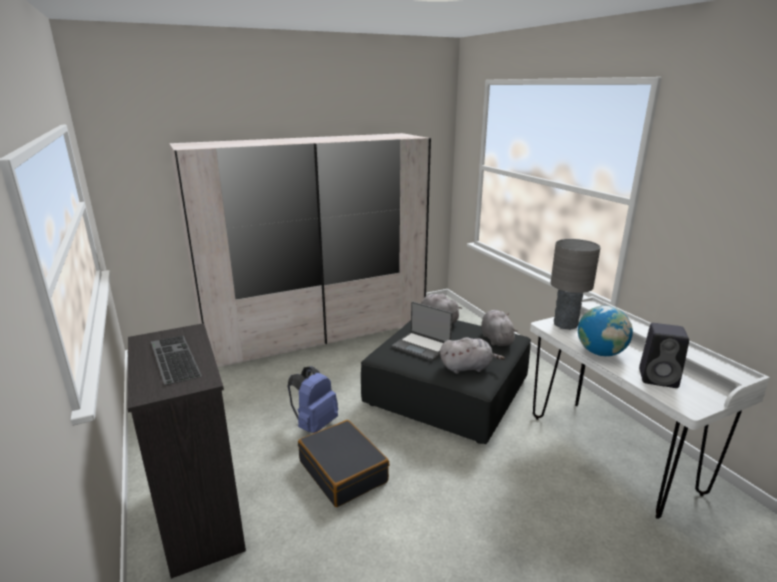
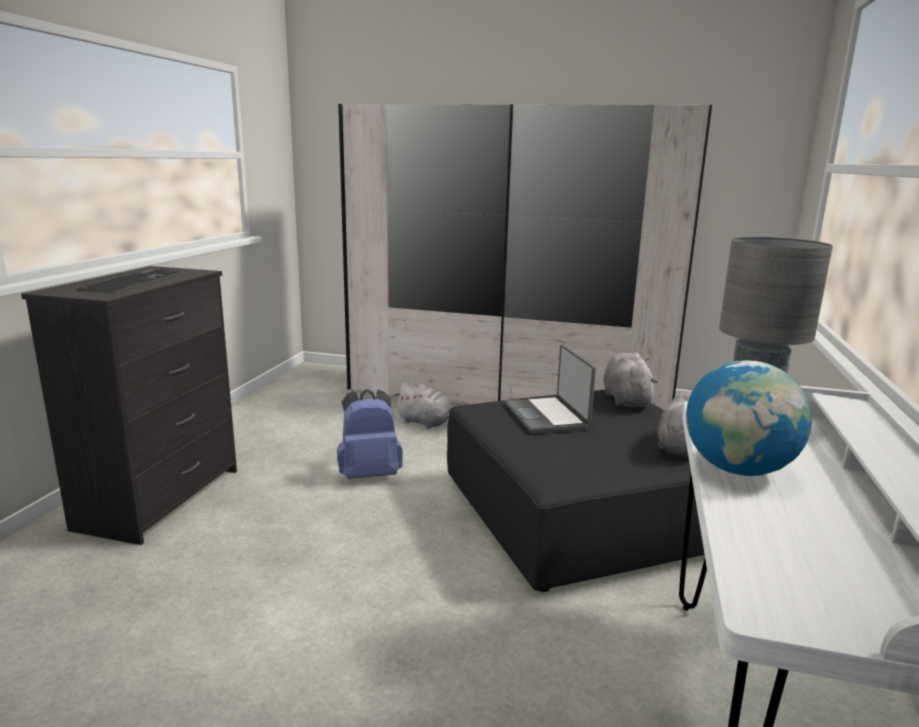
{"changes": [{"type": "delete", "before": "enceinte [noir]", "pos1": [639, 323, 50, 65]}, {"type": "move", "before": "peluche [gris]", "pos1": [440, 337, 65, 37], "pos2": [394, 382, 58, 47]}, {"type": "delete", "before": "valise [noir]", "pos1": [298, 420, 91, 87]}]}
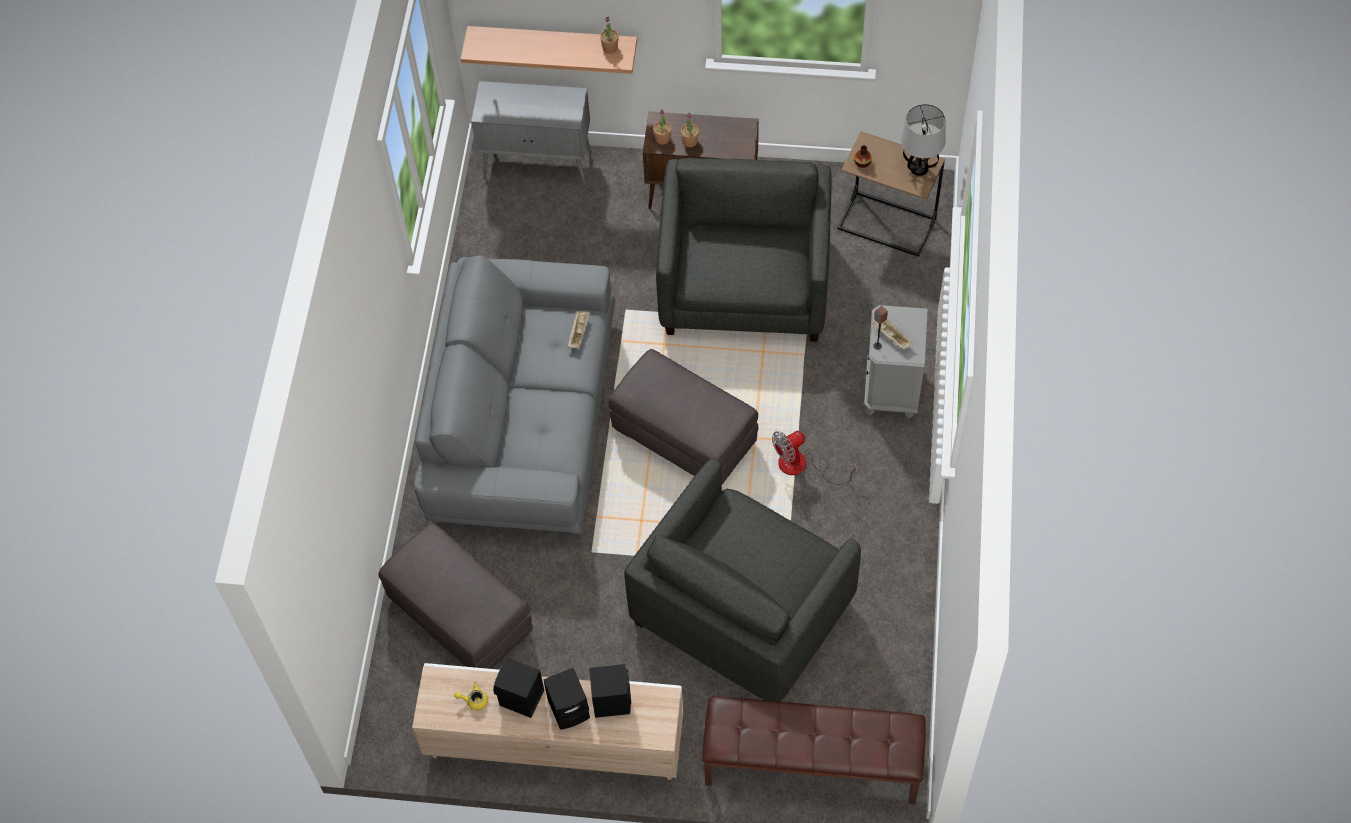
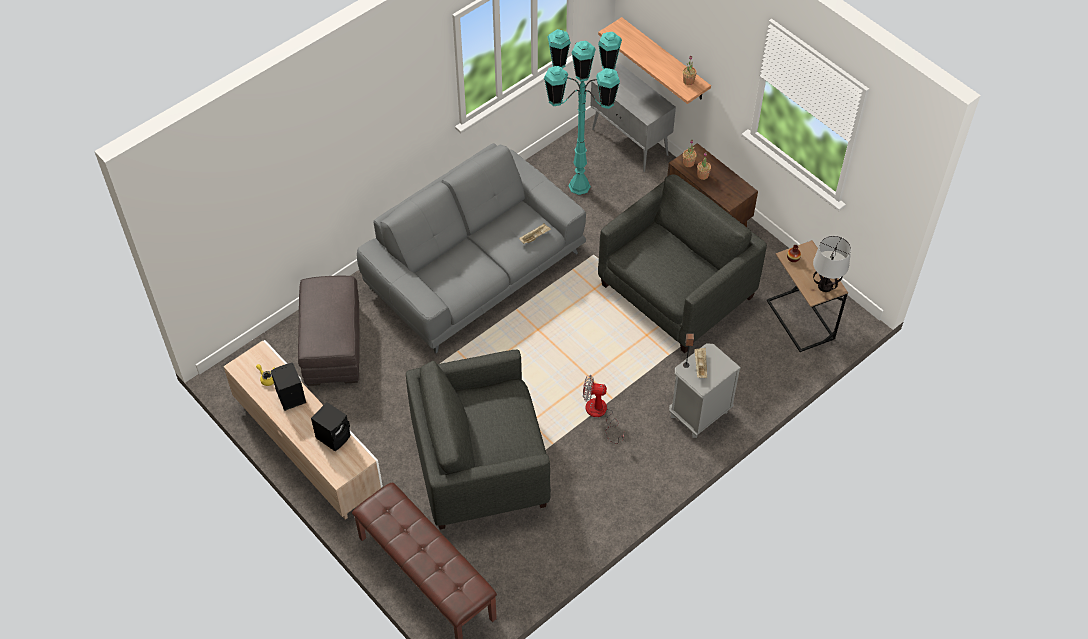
{"changes": [{"type": "delete", "before": "pouf [gris]", "pos1": [608, 349, 150, 136]}, {"type": "delete", "before": "enceinte [noir]", "pos1": [543, 668, 47, 62]}, {"type": "insert", "after": "lampadaire [turquoise]", "pos2": [544, 29, 78, 166]}]}
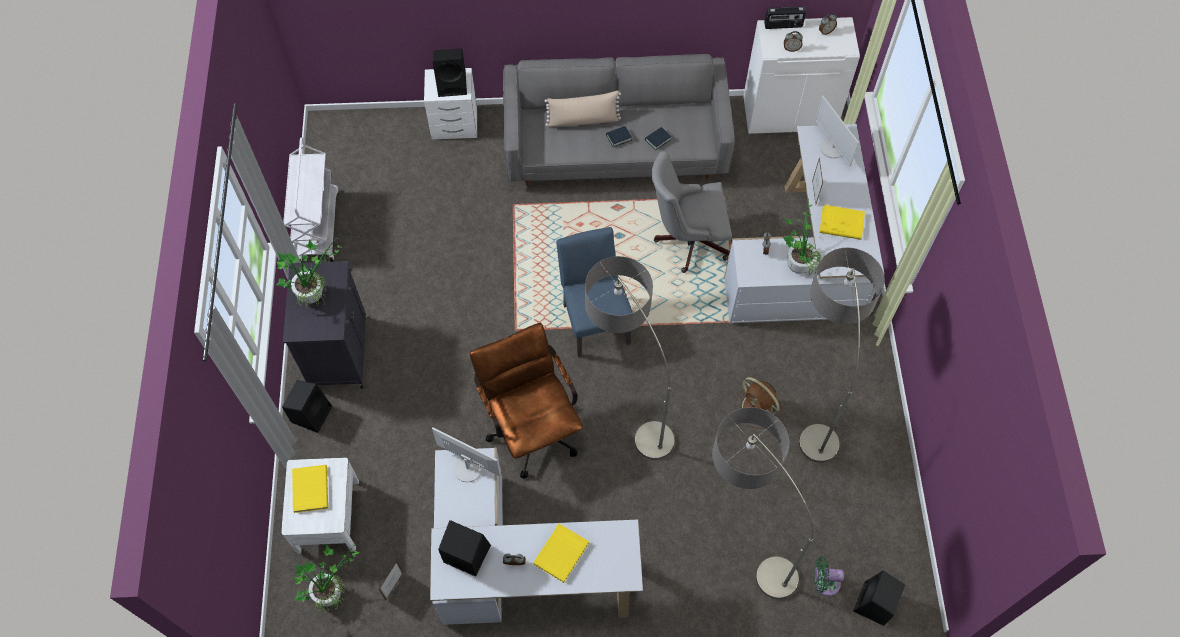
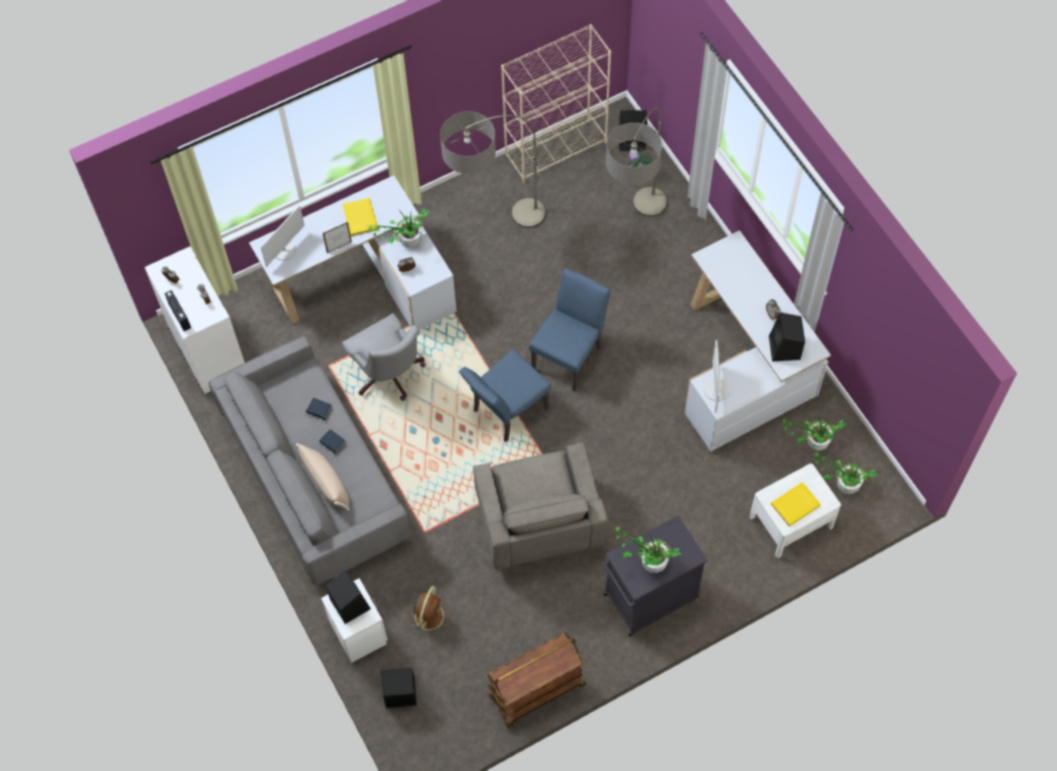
{"changes": [{"type": "recolor", "before": "chariot [blanc]", "after": "chariot [marron]", "pos1": [283, 138, 56, 125], "pos2": [488, 633, 98, 95]}, {"type": "replace", "before": "lampadaire", "after": "chaise [bleu]", "pos1": [585, 256, 89, 204], "pos2": [529, 268, 82, 123]}, {"type": "delete", "before": "chaise de bureau [marron]", "pos1": [470, 323, 113, 156]}, {"type": "move", "before": "ventilateur [marron]", "pos1": [735, 377, 46, 52], "pos2": [409, 586, 42, 51]}, {"type": "move", "before": "enceinte [noir]", "pos1": [282, 380, 50, 53], "pos2": [381, 668, 36, 40]}, {"type": "delete", "before": "livre [jaune]", "pos1": [533, 524, 56, 59]}, {"type": "replace", "before": "cadre photo", "after": "plante en pot", "pos1": [379, 561, 24, 40], "pos2": [782, 414, 65, 37]}, {"type": "insert", "after": "bibliothèque [beige]", "pos2": [501, 24, 110, 158]}, {"type": "insert", "after": "fauteuil [gris]", "pos2": [473, 442, 135, 128]}]}
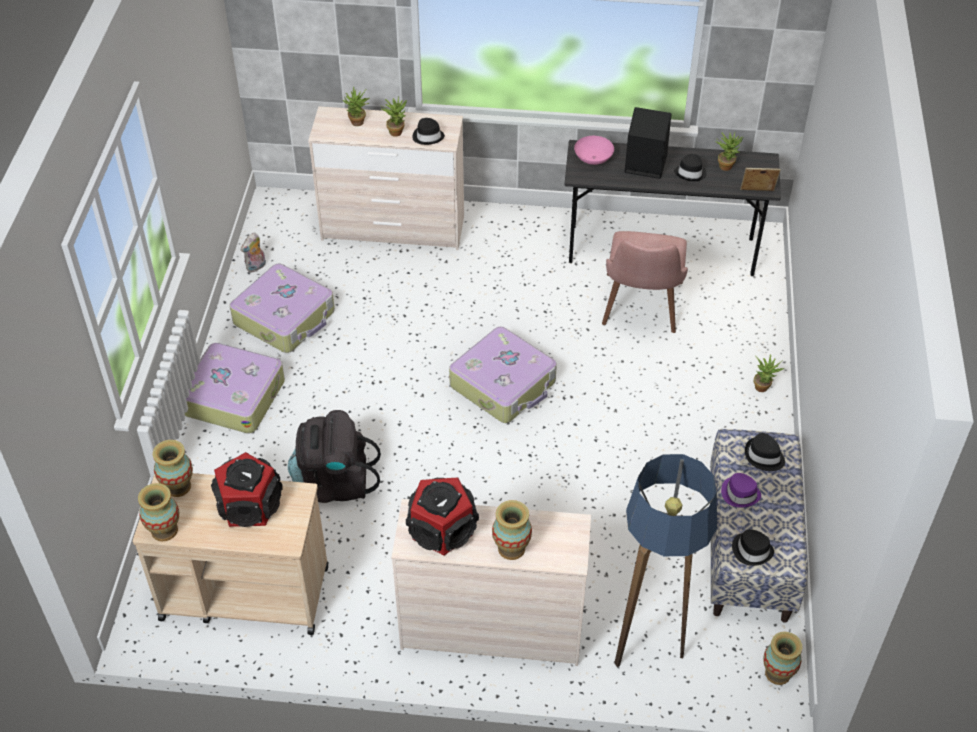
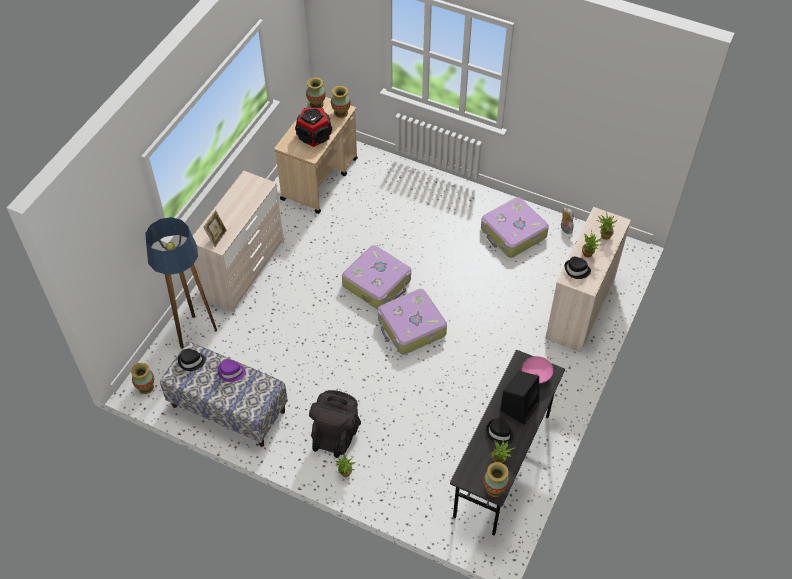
{"changes": [{"type": "move", "before": "cadre photo", "pos1": [740, 168, 41, 23], "pos2": [203, 210, 24, 37]}, {"type": "delete", "before": "chaise [rose]", "pos1": [602, 231, 86, 102]}, {"type": "move", "before": "valise", "pos1": [185, 342, 100, 92], "pos2": [342, 245, 69, 64]}, {"type": "move", "before": "sac à dos [noir]", "pos1": [288, 410, 93, 93], "pos2": [309, 390, 52, 68]}, {"type": "delete", "before": "chapeau [noir]", "pos1": [745, 433, 40, 38]}, {"type": "delete", "before": "enceinte", "pos1": [406, 478, 73, 77]}, {"type": "move", "before": "vase", "pos1": [492, 500, 40, 60], "pos2": [484, 462, 25, 35]}]}
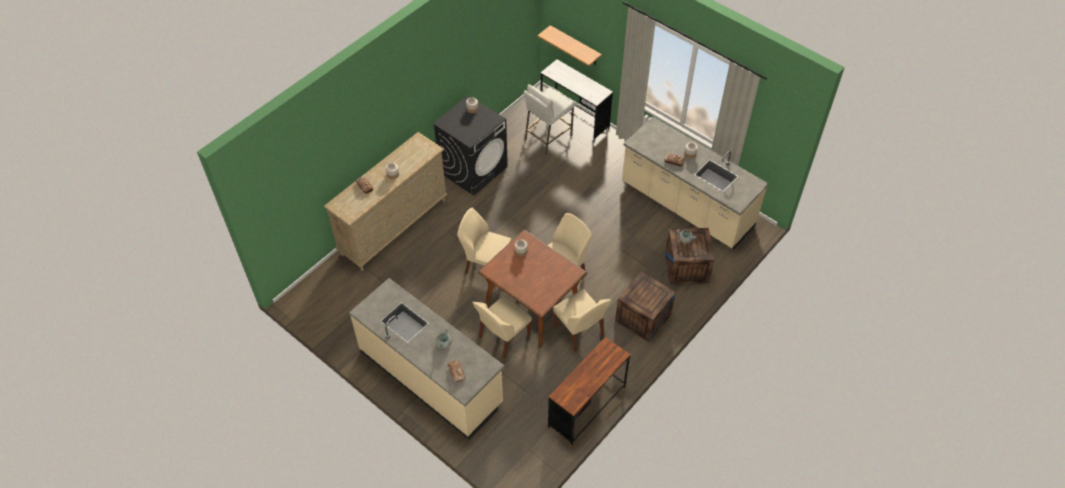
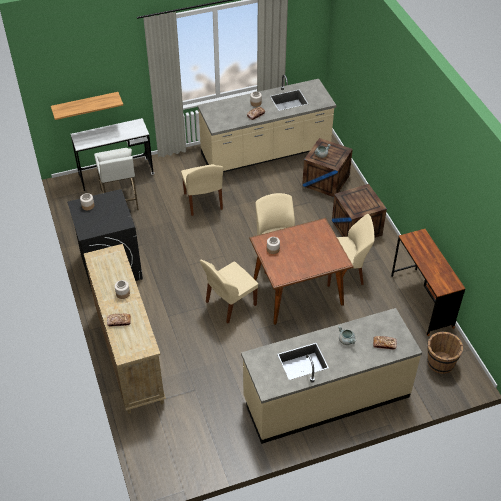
{"changes": [{"type": "move", "before": "chaise [beige]", "pos1": [473, 295, 59, 64], "pos2": [181, 164, 43, 52]}, {"type": "insert", "after": "seau [marron]", "pos2": [427, 332, 36, 42]}]}
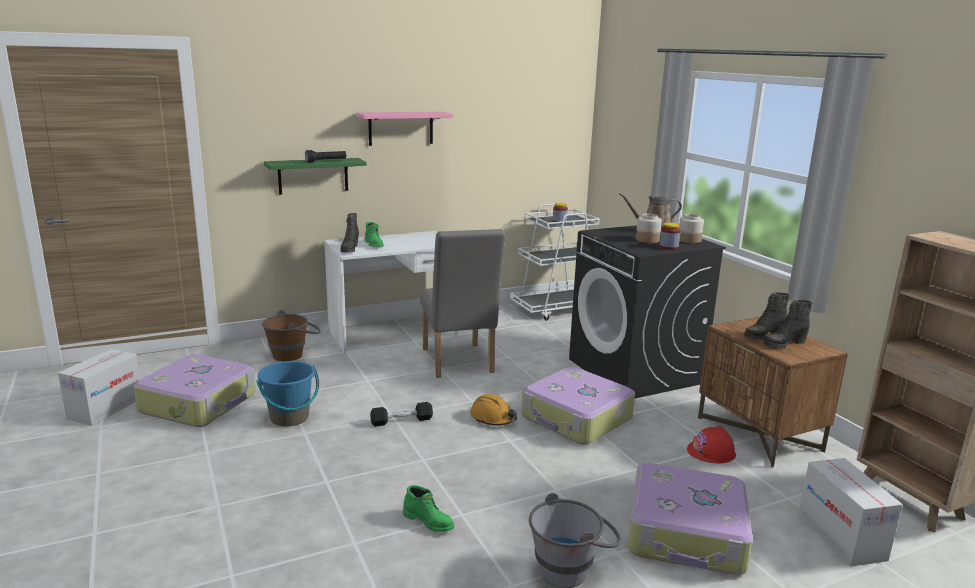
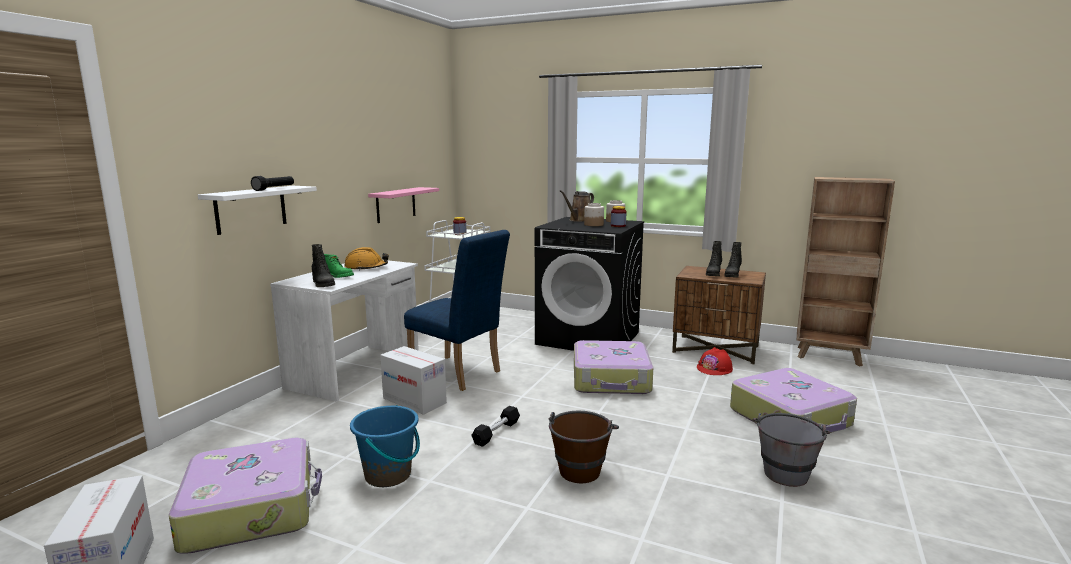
{"changes": [{"type": "move", "before": "étagère [rose]", "pos1": [356, 112, 98, 34], "pos2": [368, 187, 71, 36]}, {"type": "recolor", "before": "étagère [vert]", "after": "étagère [blanc]", "pos1": [264, 158, 103, 37], "pos2": [198, 186, 119, 49]}, {"type": "recolor", "before": "chaise [gris]", "after": "chaise [bleu]", "pos1": [420, 229, 86, 149], "pos2": [404, 230, 106, 161]}, {"type": "move", "before": "seau [marron]", "pos1": [262, 310, 59, 51], "pos2": [549, 411, 70, 72]}, {"type": "move", "before": "casque de chantier [orange]", "pos1": [470, 394, 47, 32], "pos2": [344, 247, 45, 24]}, {"type": "move", "before": "carton", "pos1": [798, 458, 105, 109], "pos2": [380, 346, 67, 69]}, {"type": "delete", "before": "botte [vert]", "pos1": [403, 485, 51, 47]}]}
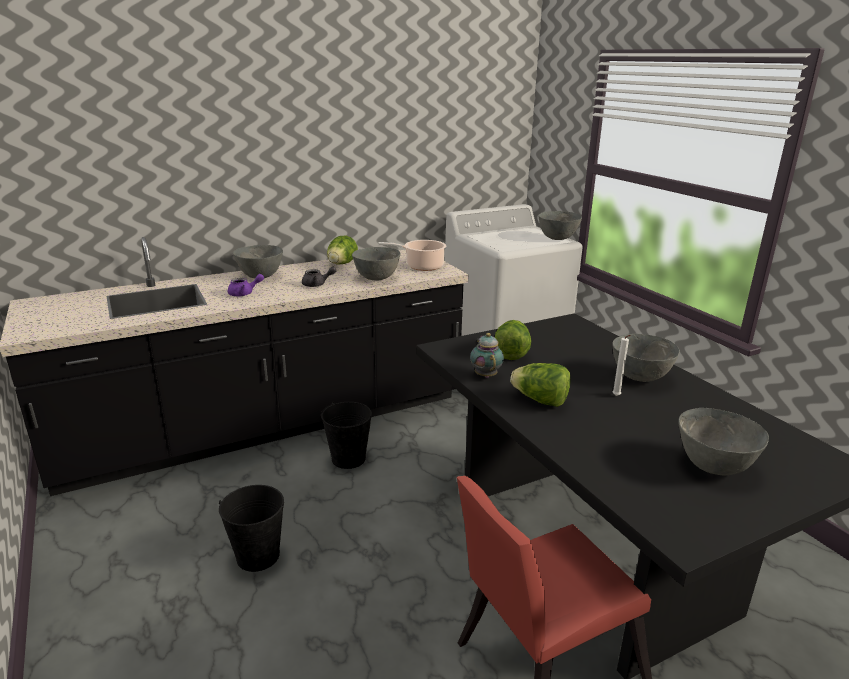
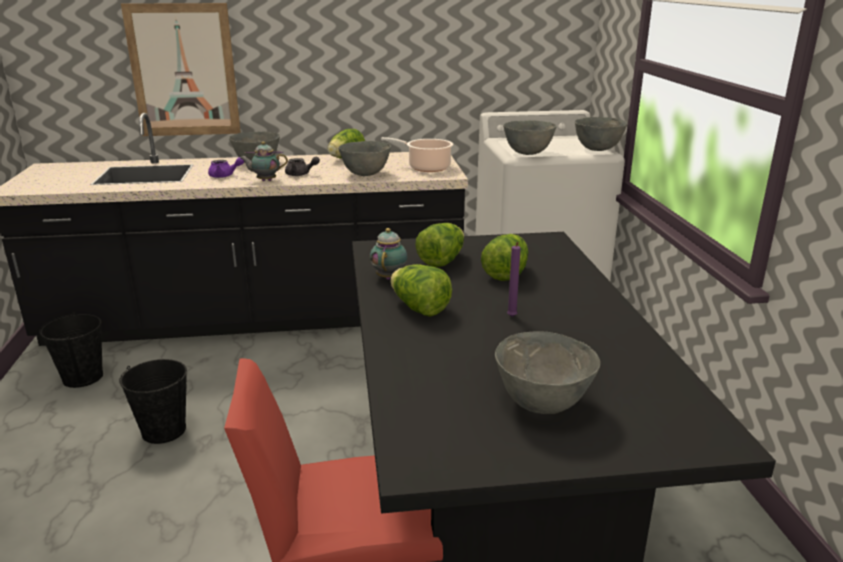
{"changes": [{"type": "move", "before": "bol [gris]", "pos1": [612, 334, 68, 48], "pos2": [503, 120, 54, 35]}, {"type": "recolor", "before": "bougie [blanc]", "after": "bougie [violet]", "pos1": [613, 335, 18, 61], "pos2": [507, 242, 14, 75]}, {"type": "move", "before": "seau [noir]", "pos1": [321, 402, 51, 67], "pos2": [39, 312, 64, 76]}, {"type": "insert", "after": "tableau", "pos2": [121, 3, 120, 133]}, {"type": "insert", "after": "théière", "pos2": [240, 142, 48, 39]}, {"type": "insert", "after": "laitue", "pos2": [481, 234, 48, 47]}]}
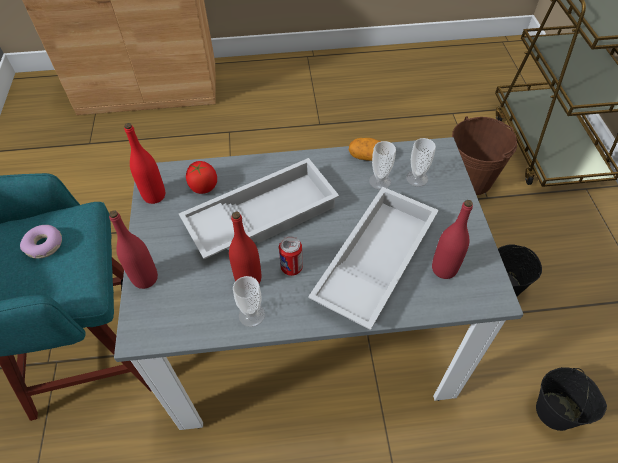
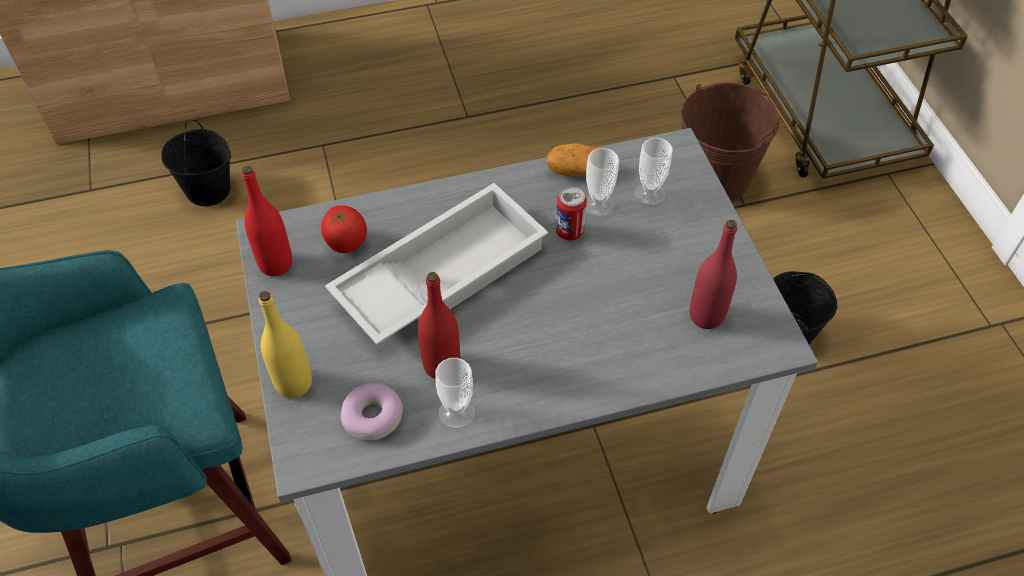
{"changes": [{"type": "delete", "before": "plateau [blanc]", "pos1": [308, 187, 131, 143]}, {"type": "recolor", "before": "bouteille [rouge]", "after": "bouteille [jaune]", "pos1": [109, 210, 49, 79], "pos2": [259, 291, 53, 107]}, {"type": "move", "before": "beignet", "pos1": [20, 225, 42, 34], "pos2": [341, 383, 62, 58]}, {"type": "move", "before": "boîte métallique", "pos1": [279, 236, 24, 40], "pos2": [556, 187, 31, 54]}, {"type": "move", "before": "seau [noir]", "pos1": [536, 367, 71, 64], "pos2": [161, 120, 70, 86]}]}
